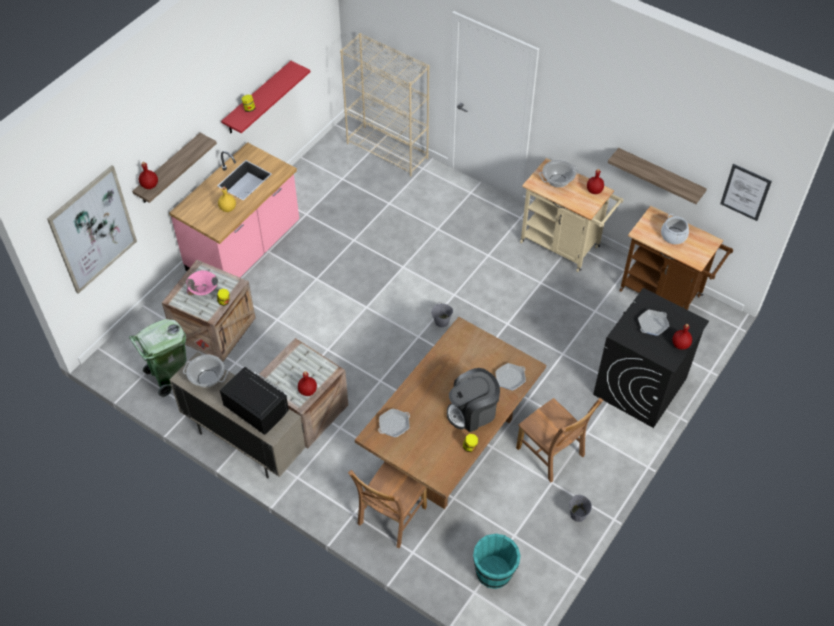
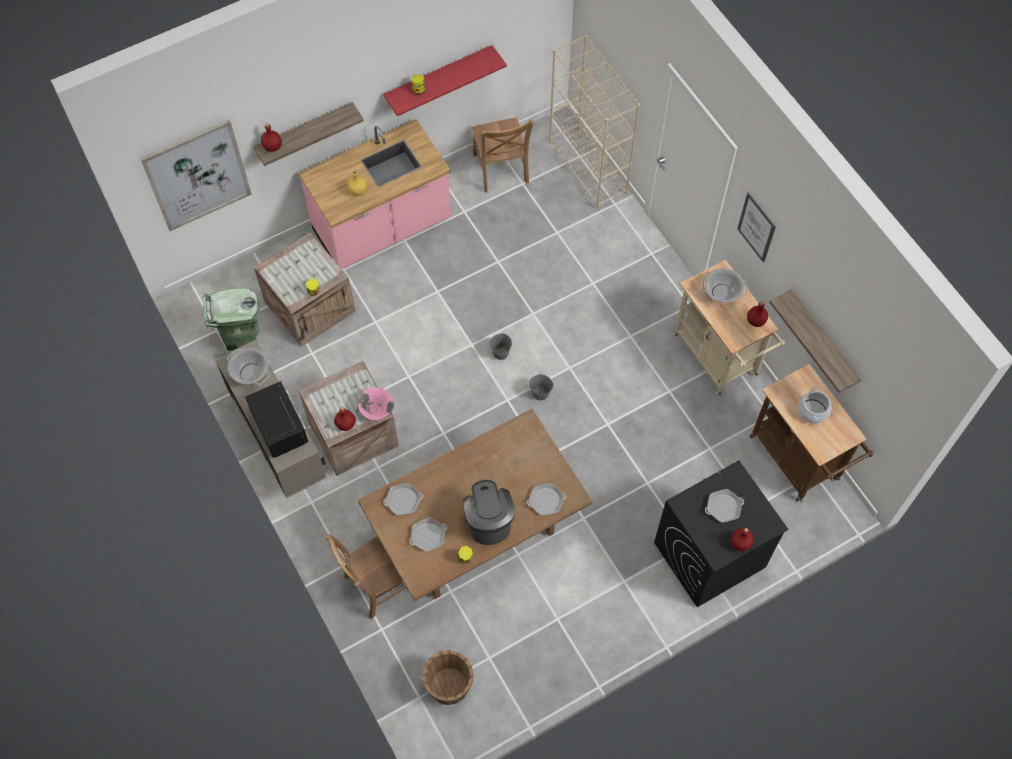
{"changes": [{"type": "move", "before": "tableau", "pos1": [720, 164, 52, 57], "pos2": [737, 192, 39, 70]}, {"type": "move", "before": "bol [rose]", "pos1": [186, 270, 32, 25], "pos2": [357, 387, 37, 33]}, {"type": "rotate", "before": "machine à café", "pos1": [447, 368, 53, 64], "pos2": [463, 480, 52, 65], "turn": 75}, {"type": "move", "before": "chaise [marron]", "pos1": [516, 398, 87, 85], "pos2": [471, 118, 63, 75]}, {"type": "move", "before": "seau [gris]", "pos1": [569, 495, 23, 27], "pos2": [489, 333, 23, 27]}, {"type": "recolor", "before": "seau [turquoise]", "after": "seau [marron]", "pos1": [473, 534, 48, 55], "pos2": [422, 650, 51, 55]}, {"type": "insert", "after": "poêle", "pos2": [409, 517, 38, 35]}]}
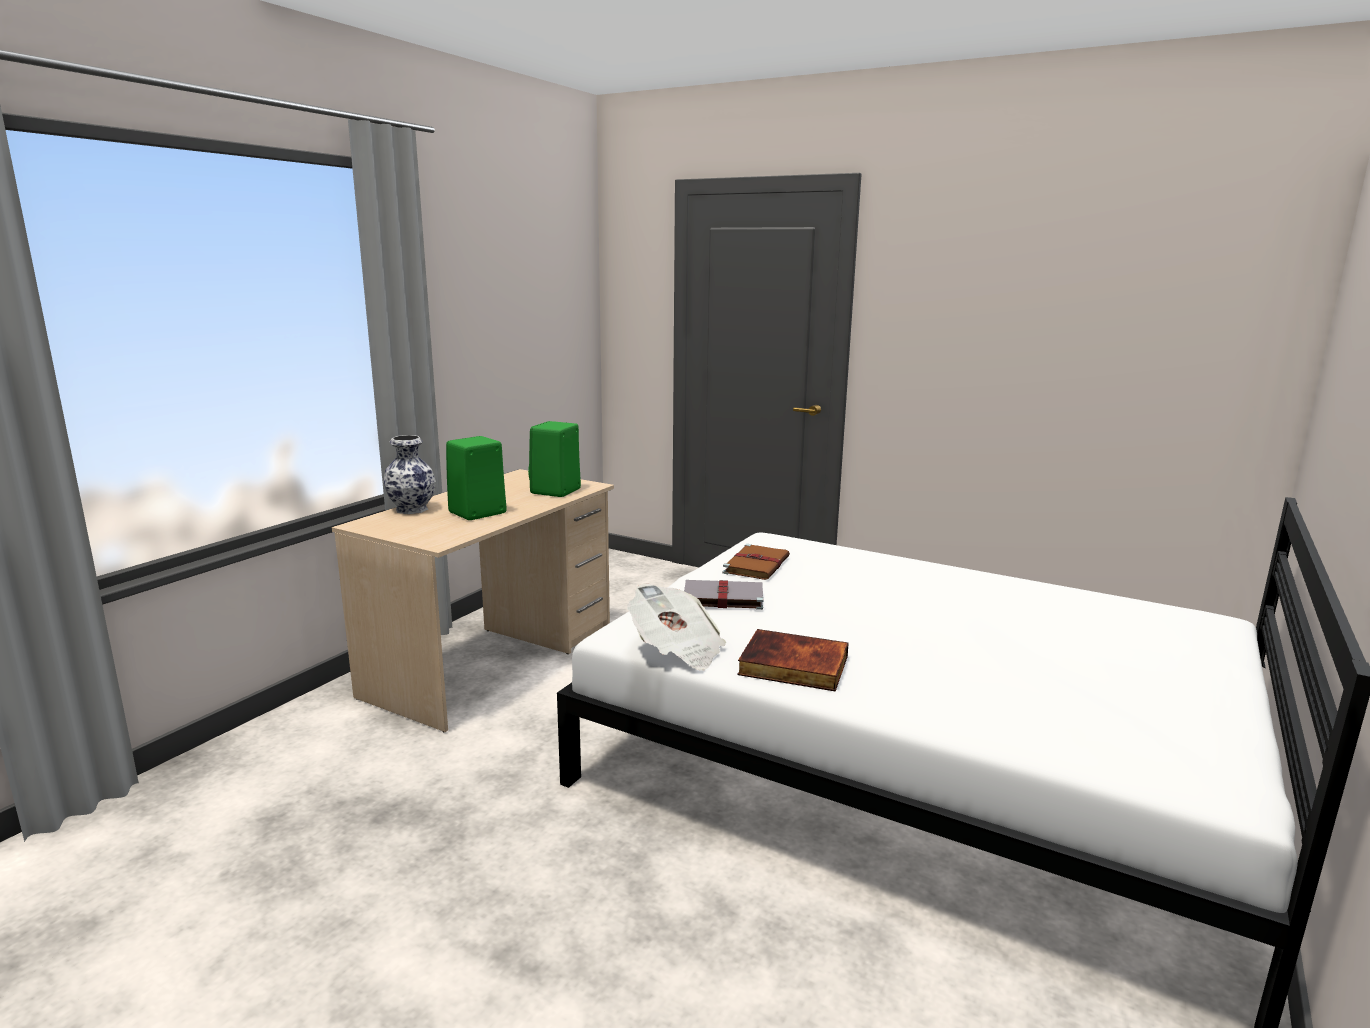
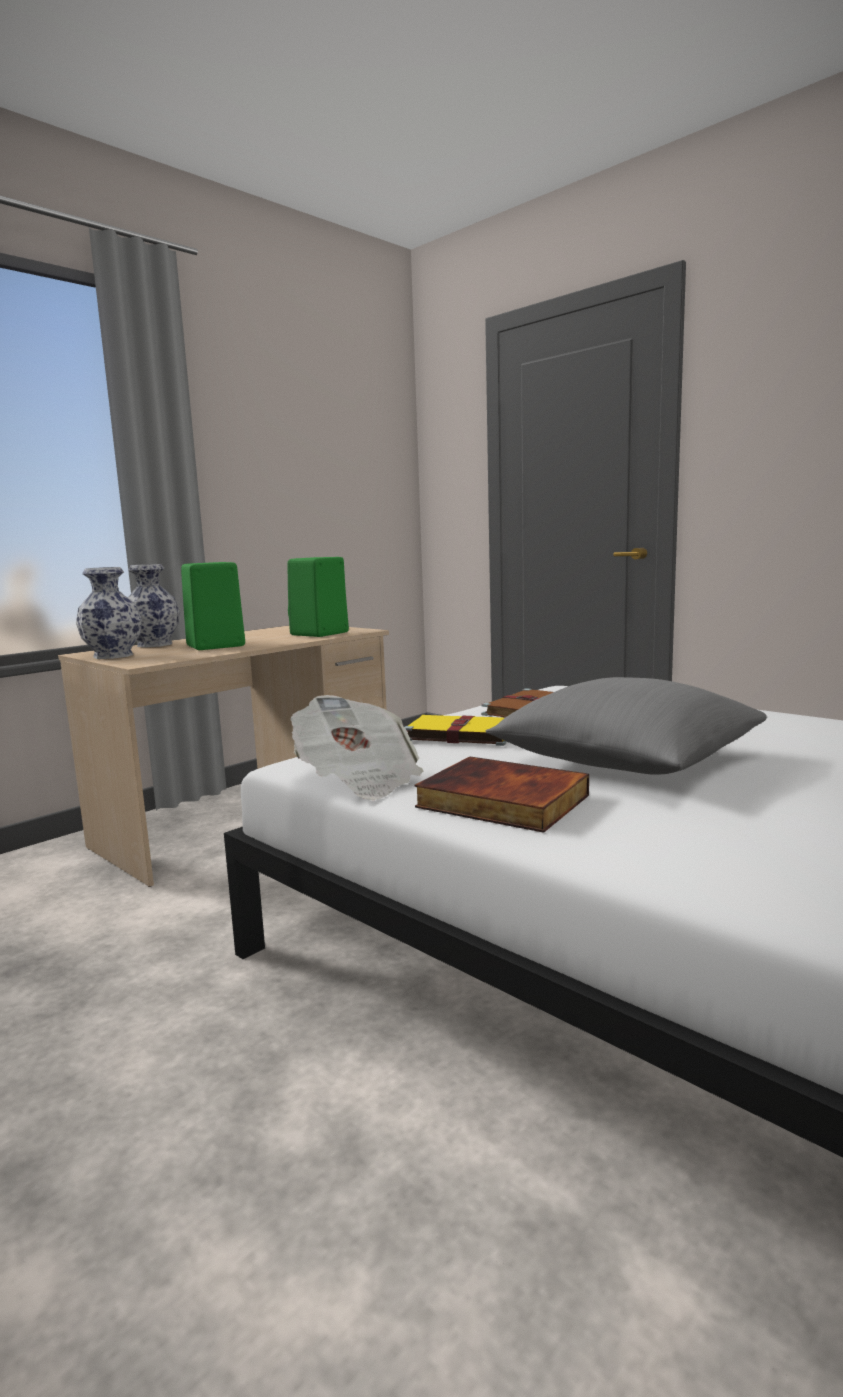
{"changes": [{"type": "recolor", "before": "livre [gris]", "after": "livre [jaune]", "pos1": [684, 580, 79, 30], "pos2": [405, 715, 101, 31]}, {"type": "insert", "after": "vase", "pos2": [76, 567, 66, 92]}, {"type": "insert", "after": "coussin [gris]", "pos2": [486, 677, 281, 98]}]}
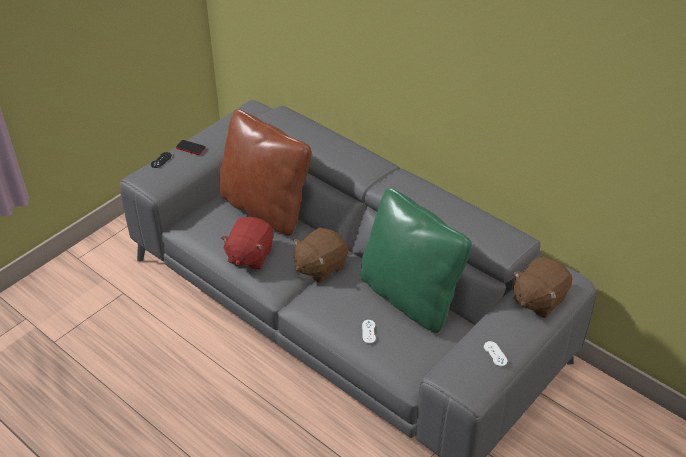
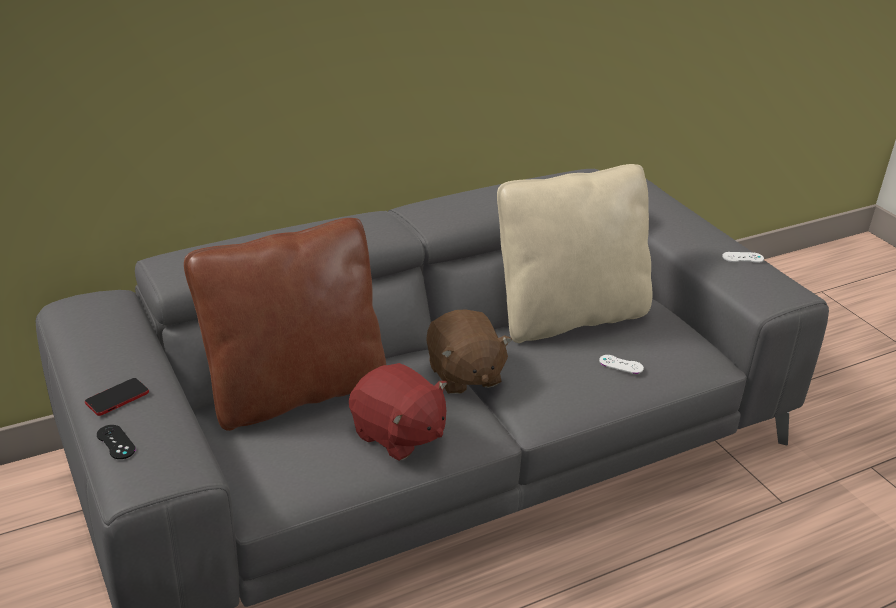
{"changes": [{"type": "recolor", "before": "coussin [vert]", "after": "coussin [beige]", "pos1": [361, 188, 110, 145], "pos2": [497, 164, 155, 179]}, {"type": "delete", "before": "peluche [marron]", "pos1": [513, 257, 59, 61]}]}
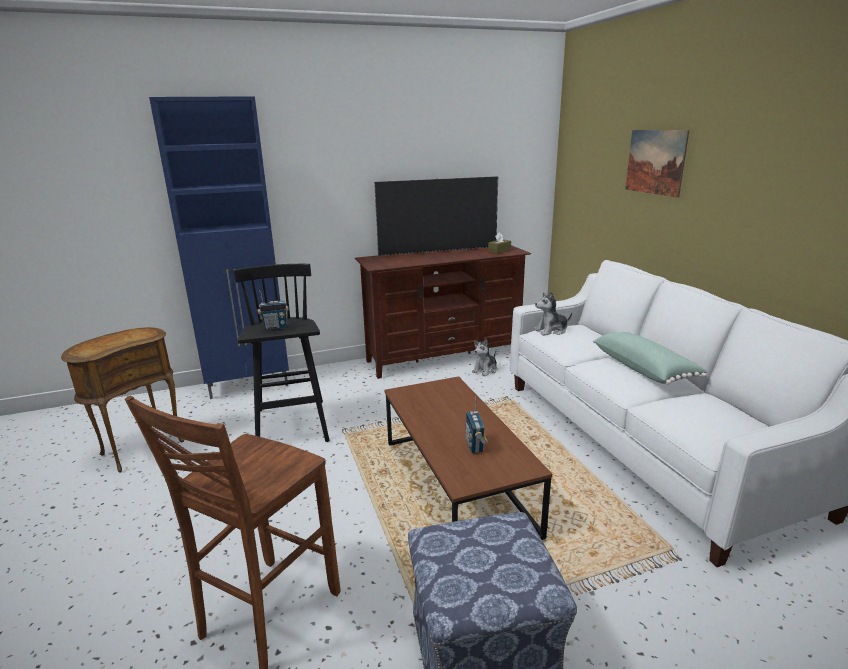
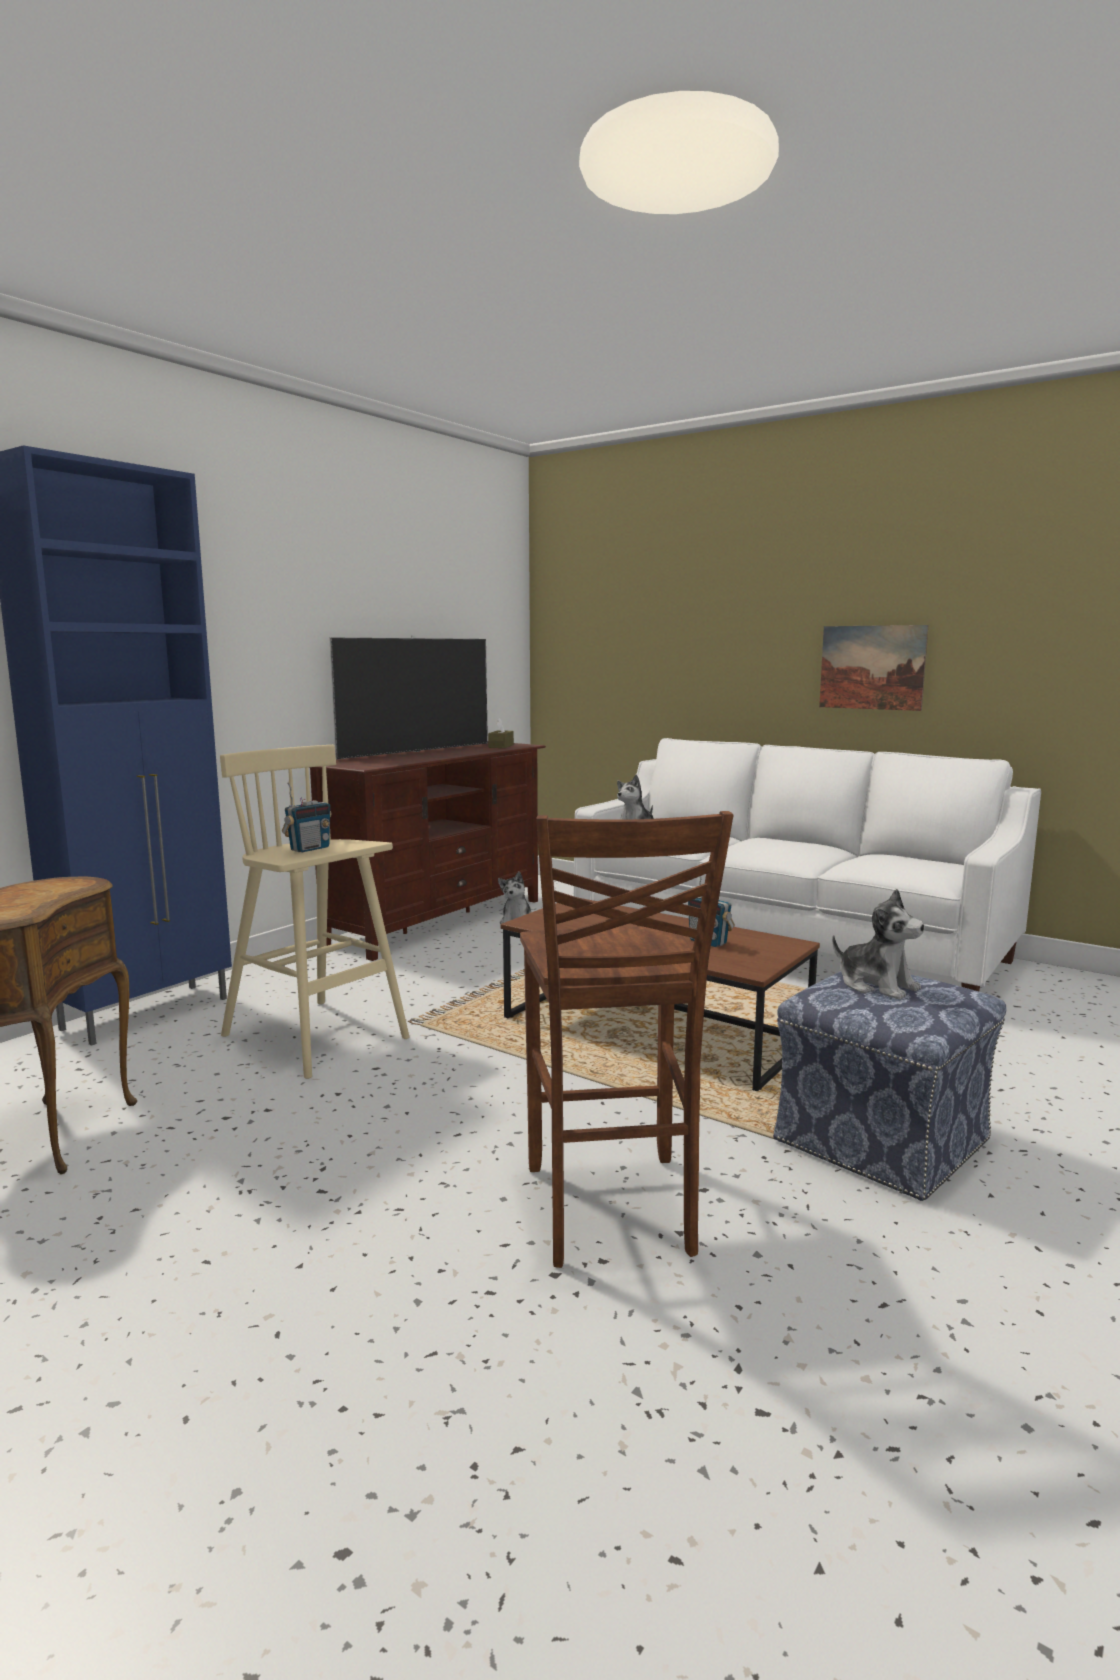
{"changes": [{"type": "move", "before": "tableau", "pos1": [625, 130, 64, 68], "pos2": [819, 625, 109, 86]}, {"type": "recolor", "before": "tabouret [noir]", "after": "tabouret [beige]", "pos1": [233, 264, 97, 178], "pos2": [220, 745, 189, 334]}, {"type": "delete", "before": "coussin [vert]", "pos1": [593, 332, 114, 52]}, {"type": "insert", "after": "peluche", "pos2": [832, 889, 93, 111]}]}
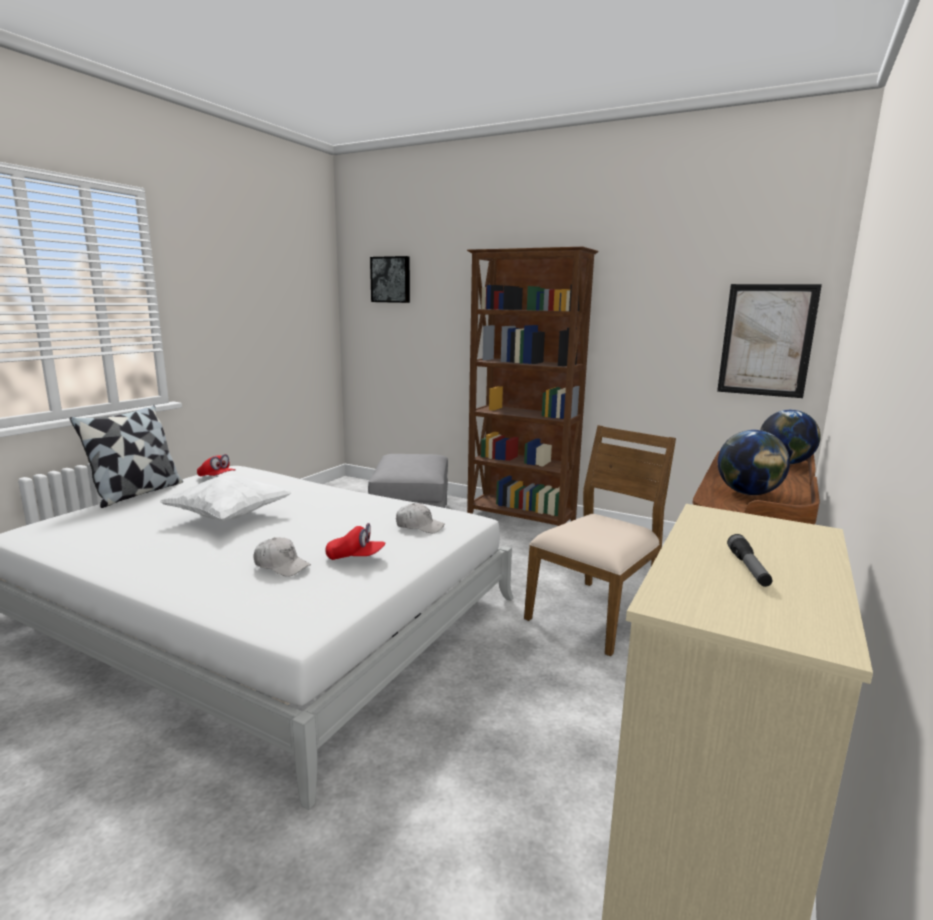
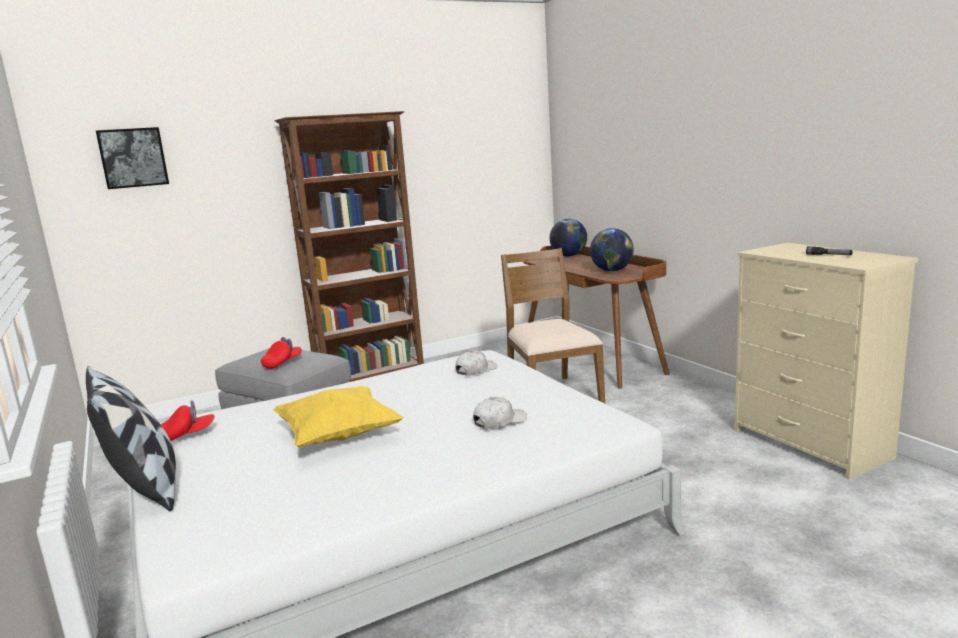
{"changes": [{"type": "delete", "before": "tableau", "pos1": [717, 284, 105, 114]}, {"type": "recolor", "before": "coussin [blanc]", "after": "coussin [jaune]", "pos1": [160, 475, 133, 46], "pos2": [273, 386, 131, 62]}, {"type": "move", "before": "casquette [rouge]", "pos1": [326, 523, 59, 37], "pos2": [261, 337, 41, 32]}]}
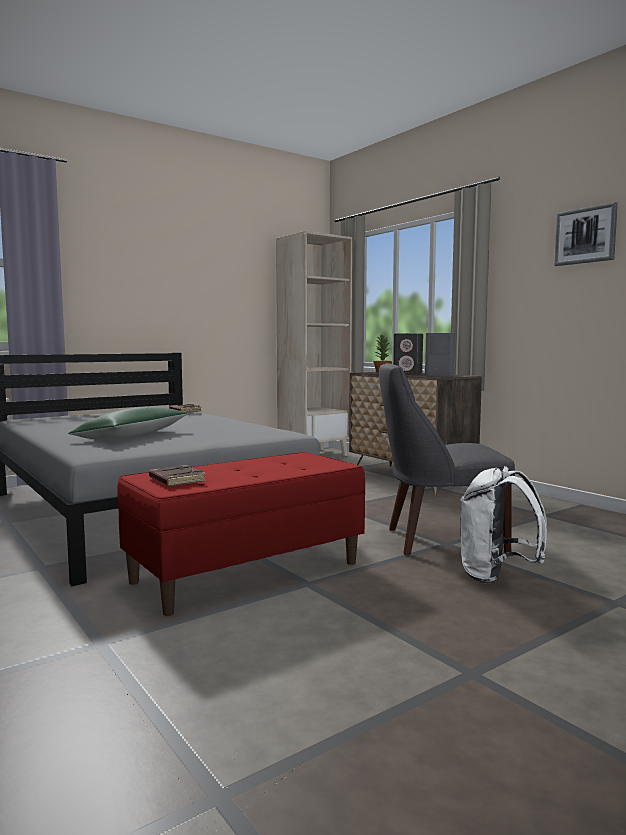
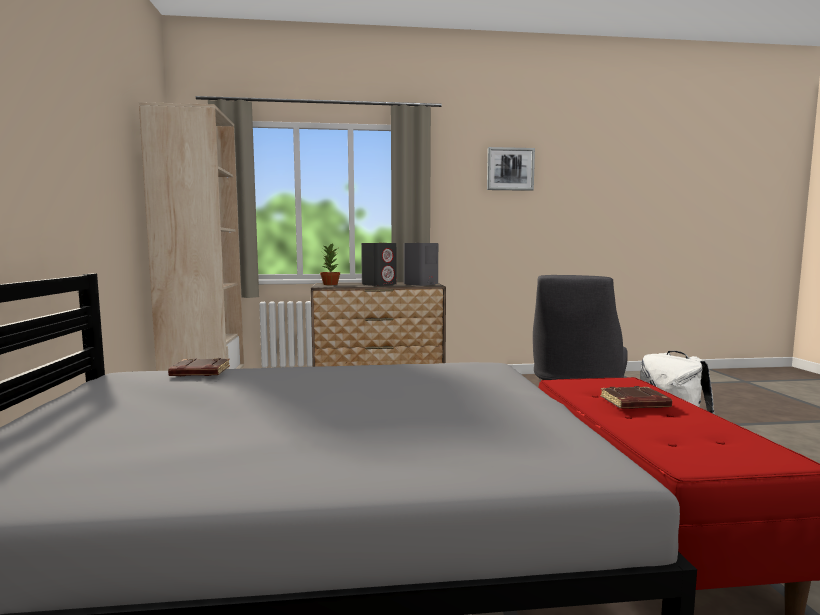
{"changes": [{"type": "delete", "before": "coussin [vert]", "pos1": [68, 407, 121, 32]}, {"type": "move", "before": "livre [marron]", "pos1": [149, 465, 57, 21], "pos2": [600, 386, 72, 23]}]}
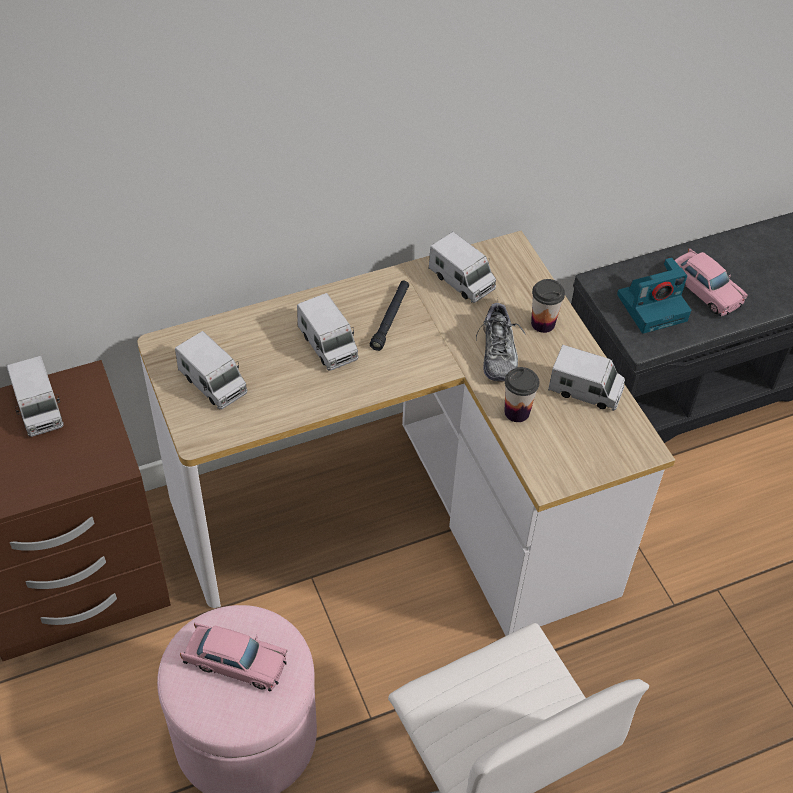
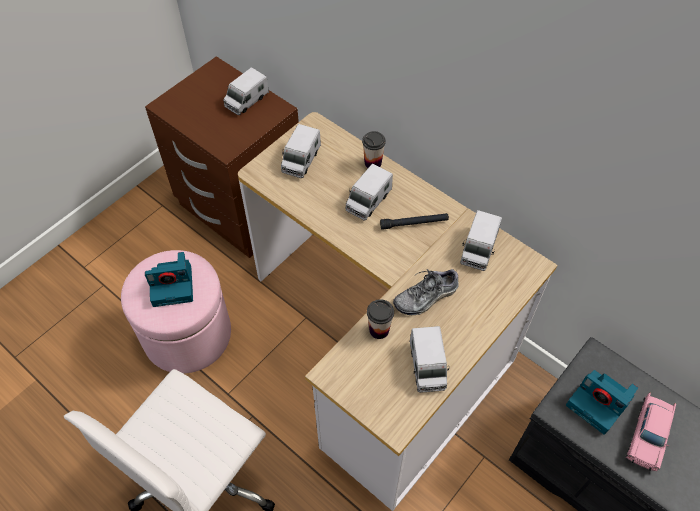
{"changes": [{"type": "move", "before": "tasse", "pos1": [531, 279, 34, 54], "pos2": [362, 131, 24, 37]}, {"type": "replace", "before": "petite voiture [rose]", "after": "appareil photo", "pos1": [180, 623, 107, 68], "pos2": [145, 252, 48, 55]}]}
